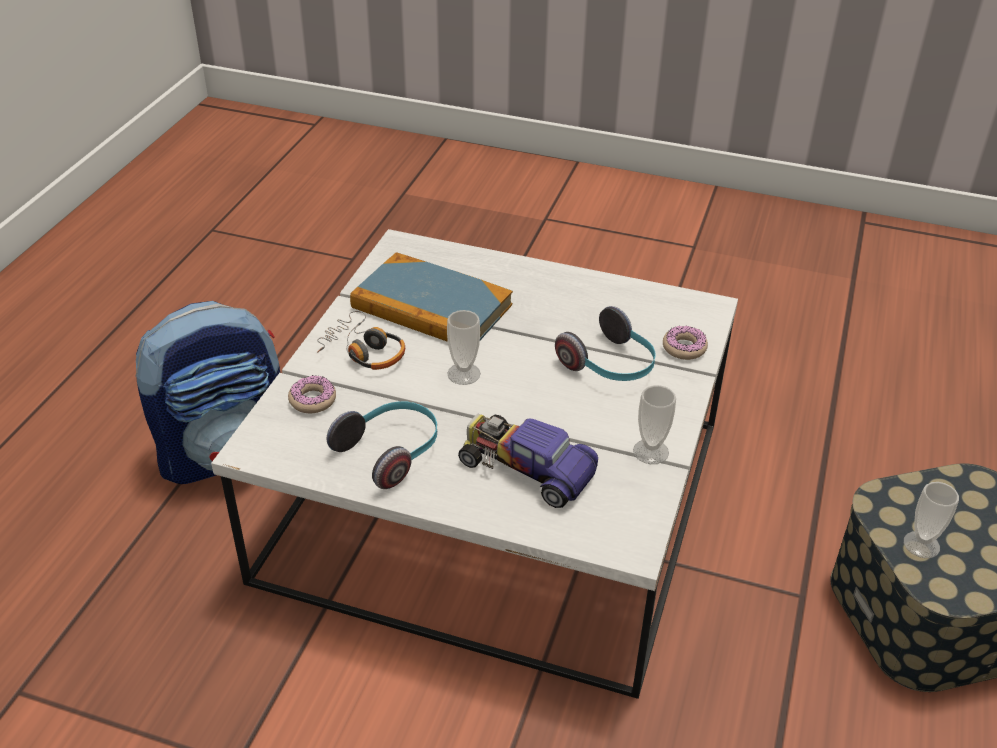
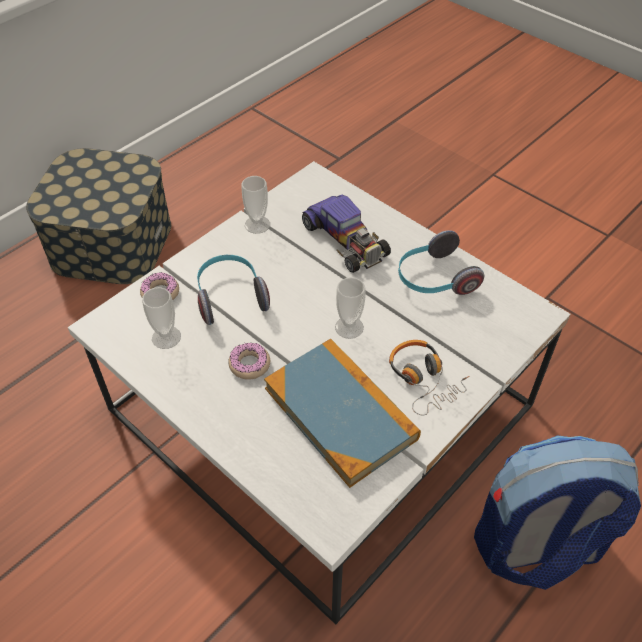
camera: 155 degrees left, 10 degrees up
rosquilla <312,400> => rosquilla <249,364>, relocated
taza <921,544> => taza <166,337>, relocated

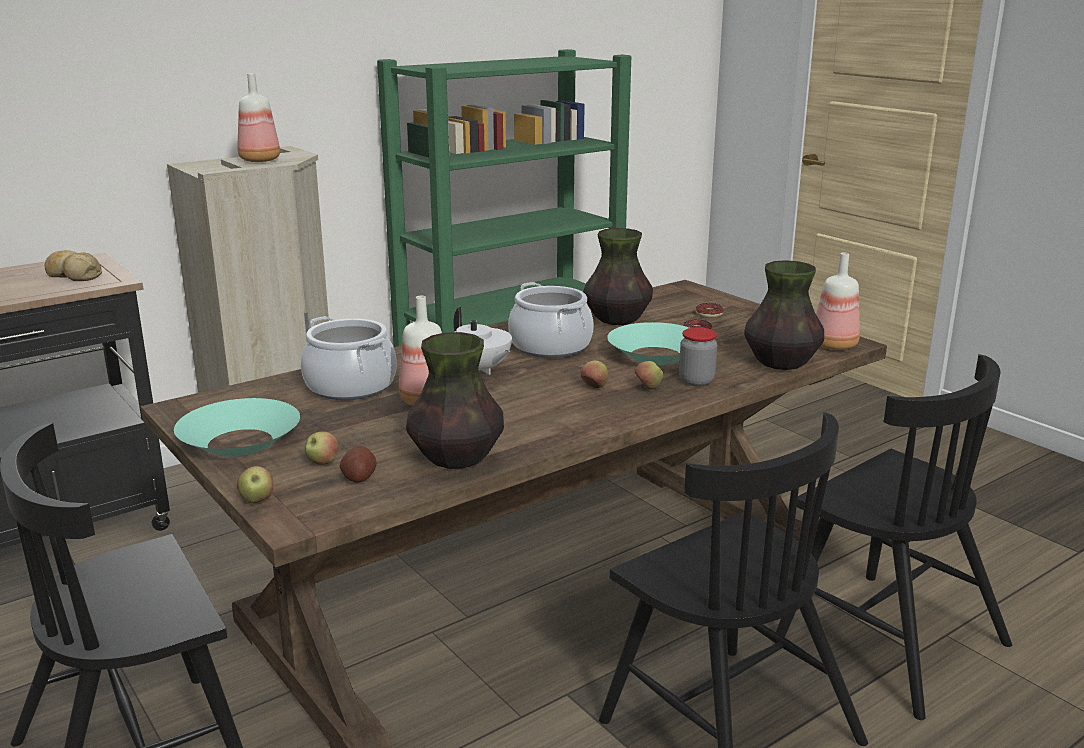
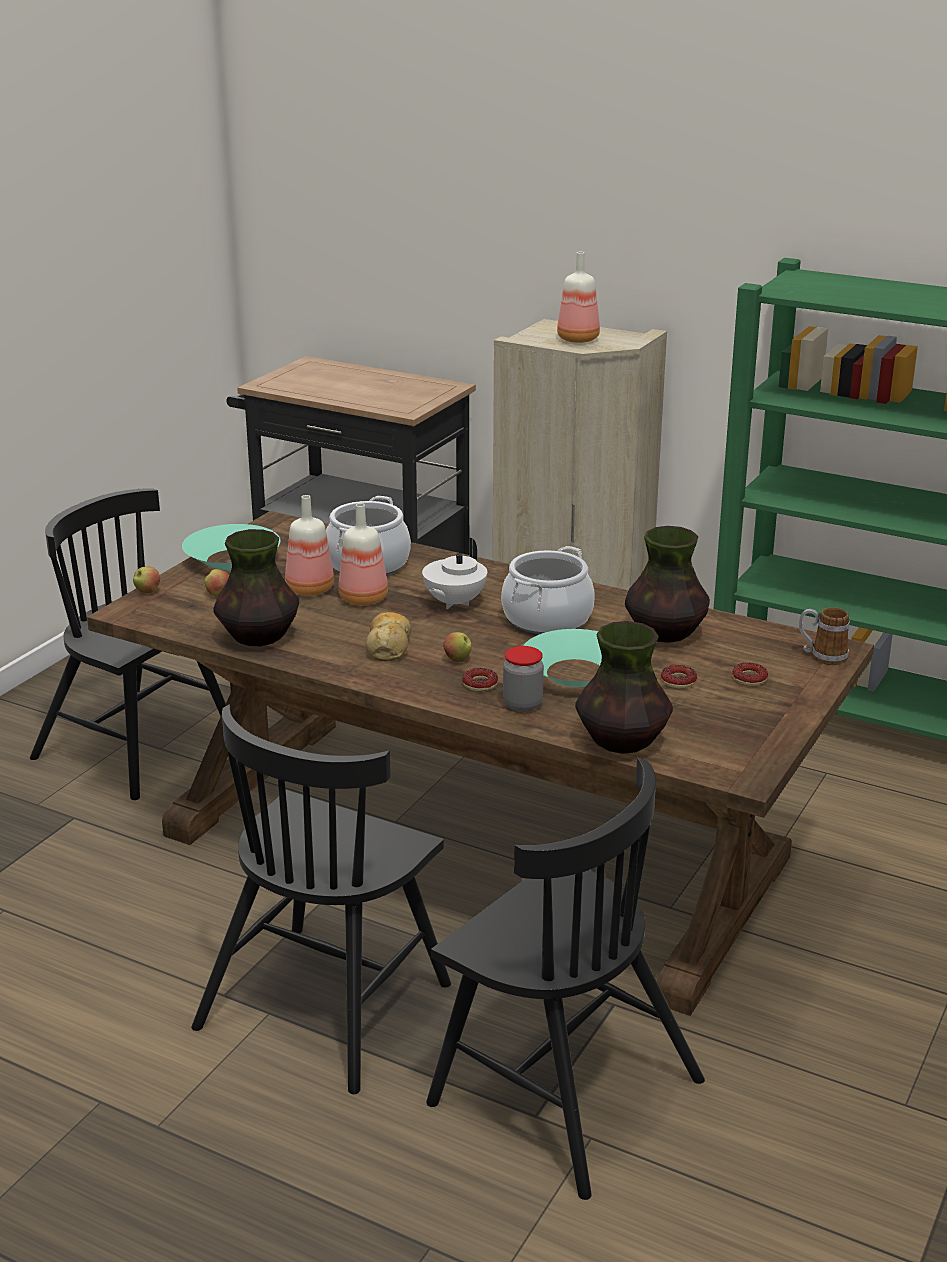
camera: 65 degrees right, 5 degrees up
pan <74,275> => pan <388,646>, relocated
botella <834,346> => botella <308,590>, relocated
silla [negro] <880,634> => silla [negro] <553,1084>, 75 degrees counterclockwise
manzana <648,388> => rosquilla <480,684>
patata <359,477> => nothing
nothing => taza grande <821,656>

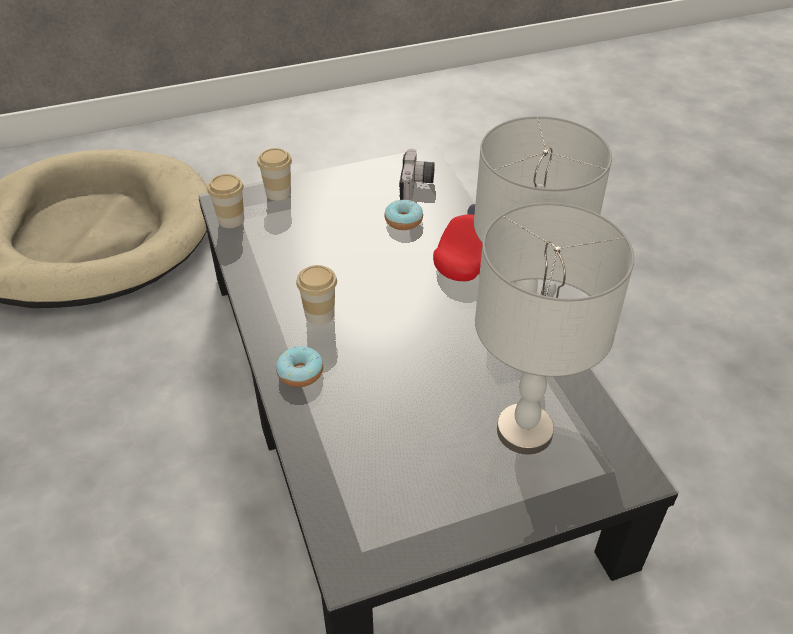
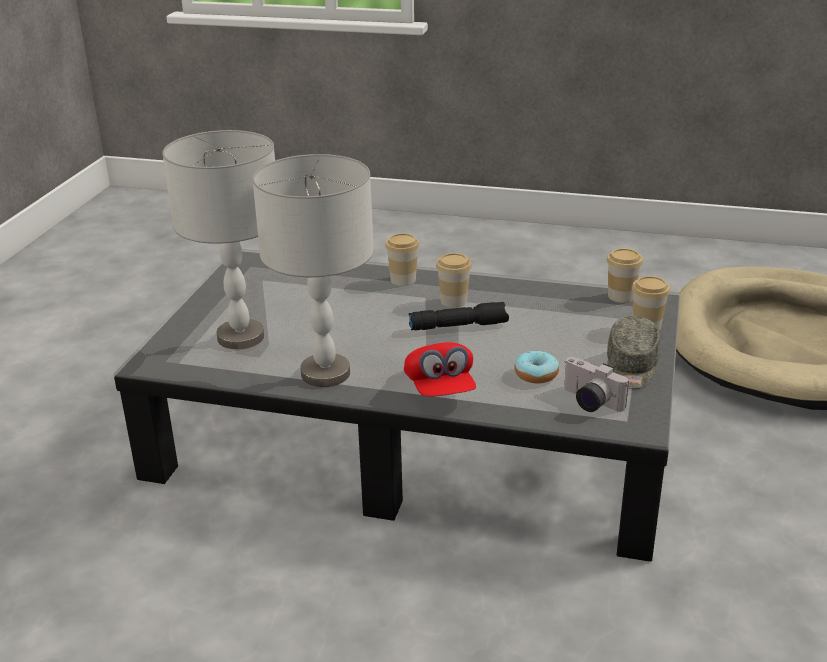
camera: 125 degrees right, 15 degrees down
rosquilla <300,373> => taza <403,280>
nothing => linterna [negro] <459,325>
nothing => gorra [gris] <631,367>

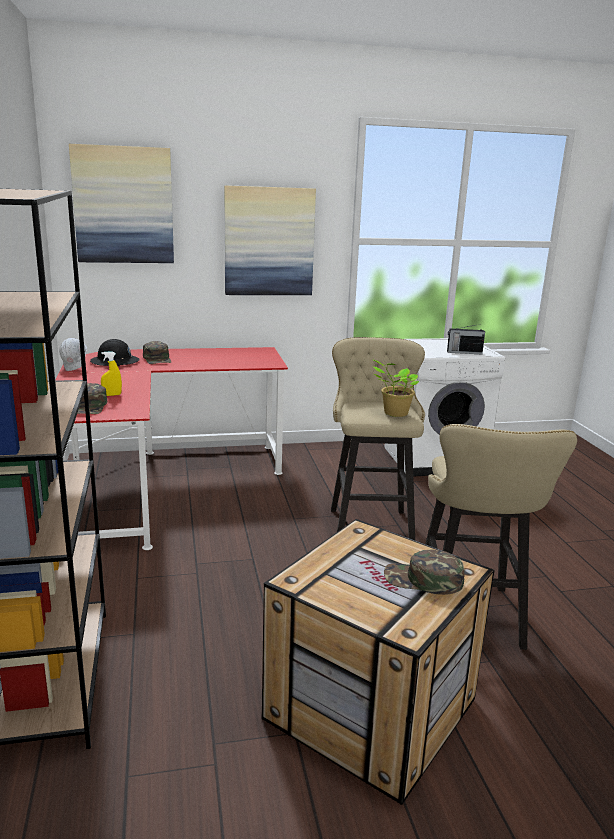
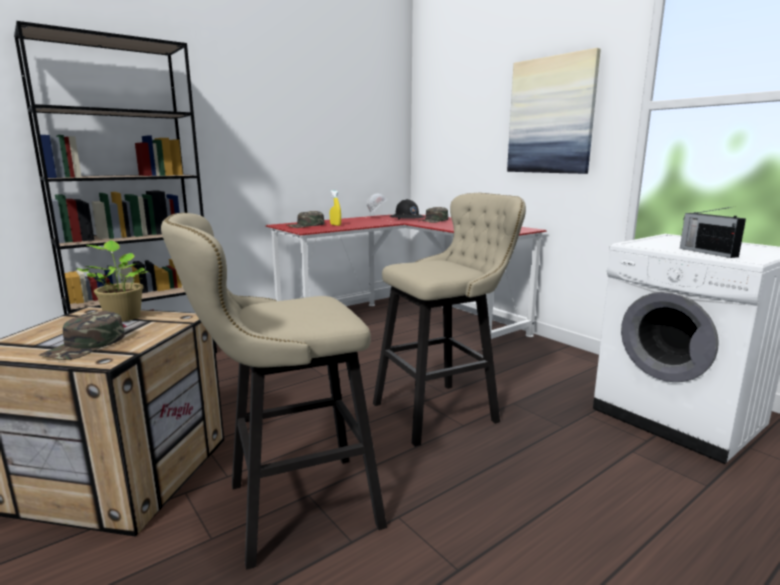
camera: 65 degrees right, 5 degrees down
cuadro <123,205> => nothing
planta en maceta <394,413> => planta en maceta <122,317>, relocated
gorra [verde] <423,580> => gorra [verde] <86,346>, 150 degrees counterclockwise

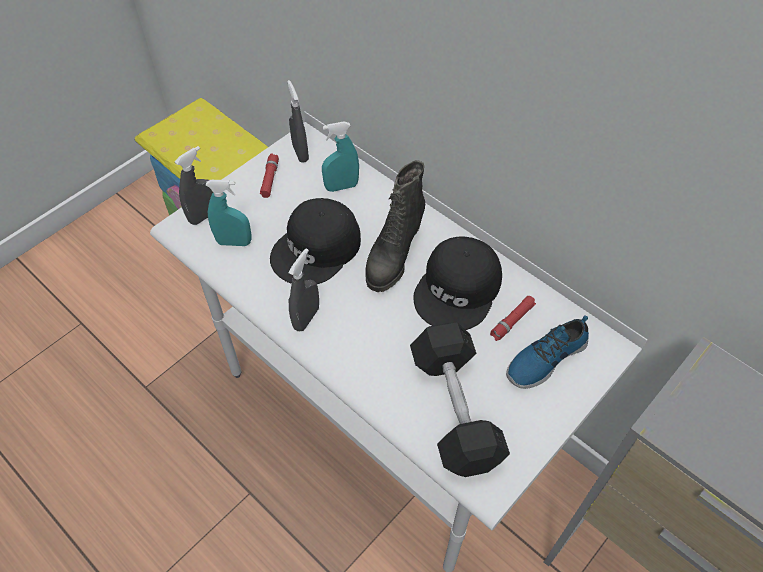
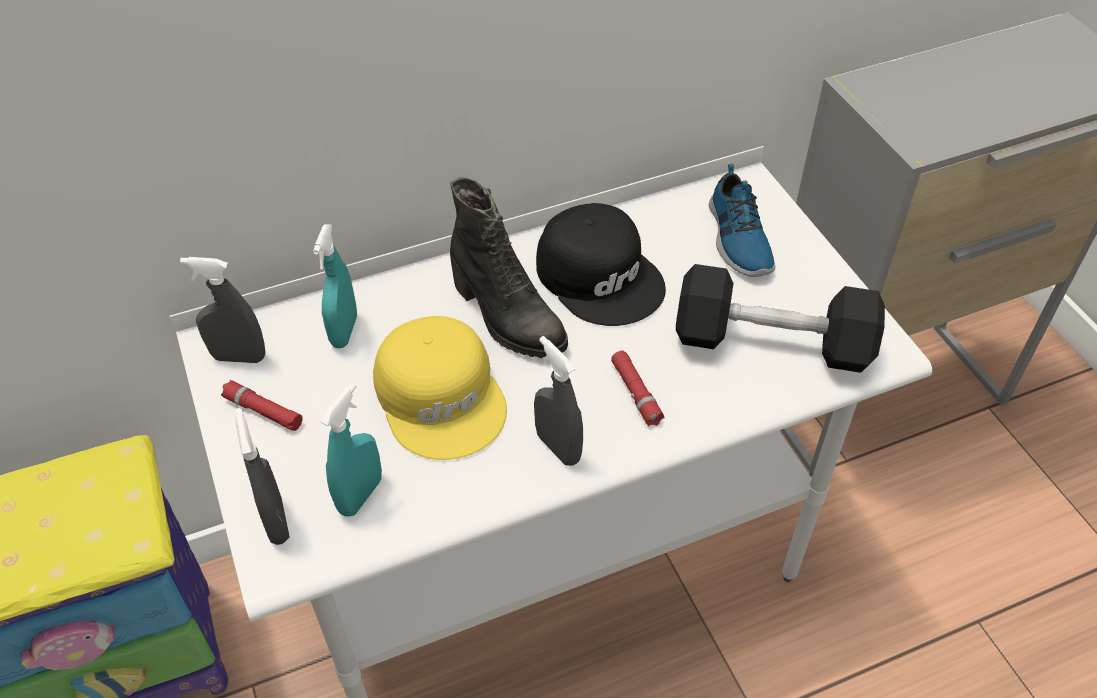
camera: 65 degrees left, 5 degrees down
gorra [negro] <317,249> => gorra [amarillo] <442,396>
linterna [rojo] <512,321> => linterna [rojo] <636,393>, relocated

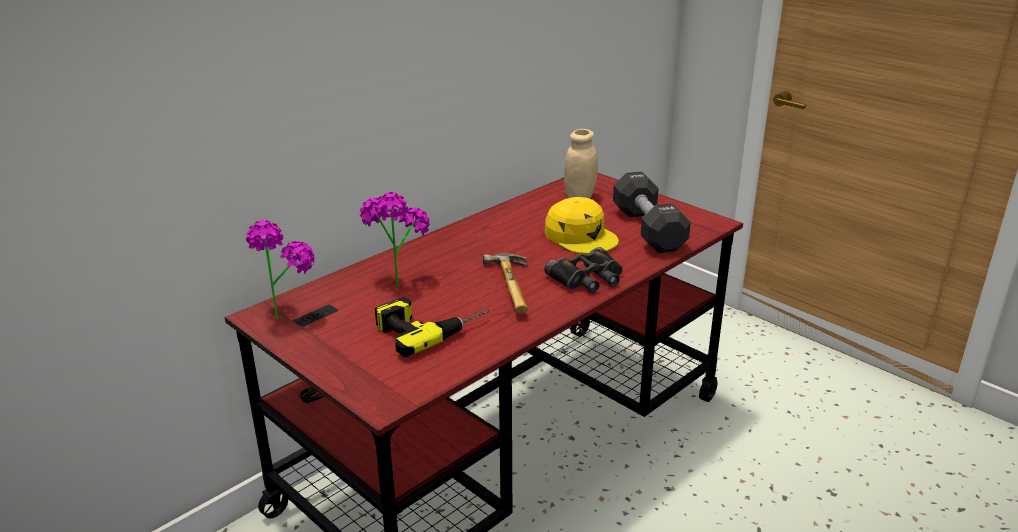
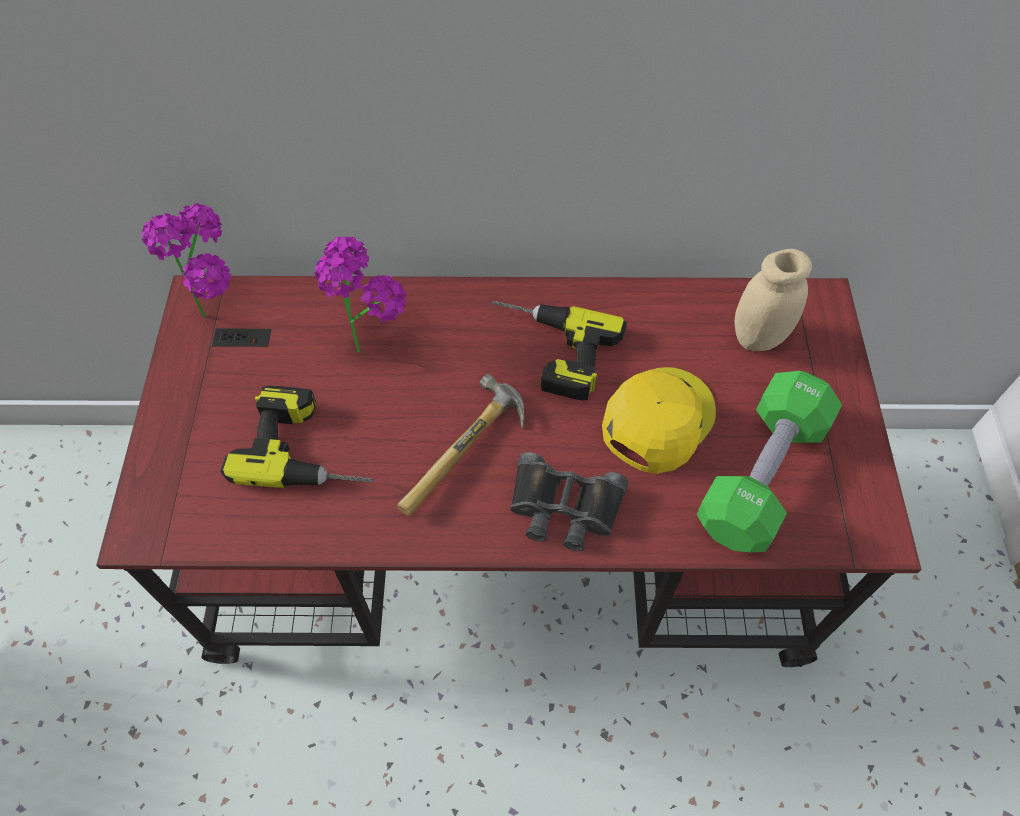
camera: 45 degrees right, 30 degrees up
mancuerna [negro] <648,229> => mancuerna [verde] <761,475>
gorra [amarillo] <581,236> => gorra [amarillo] <657,420>, 150 degrees counterclockwise
nothing => taladro <548,351>

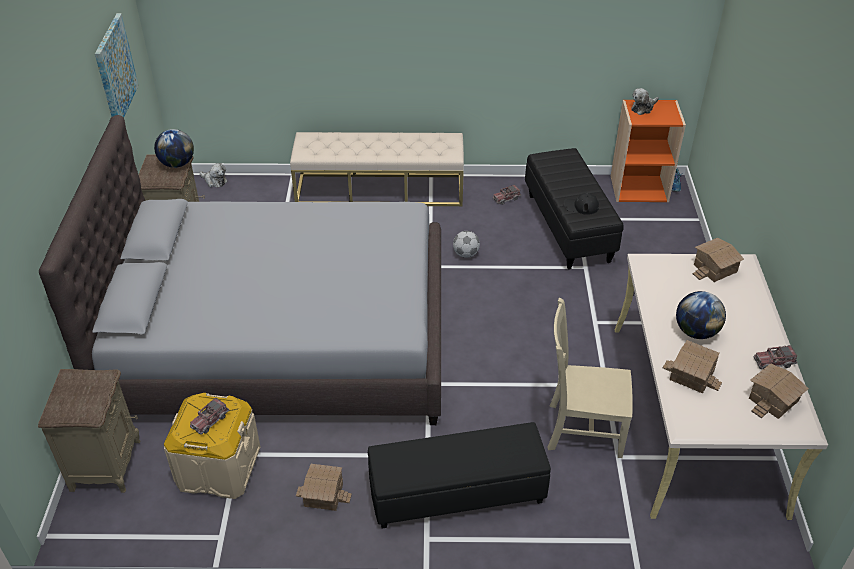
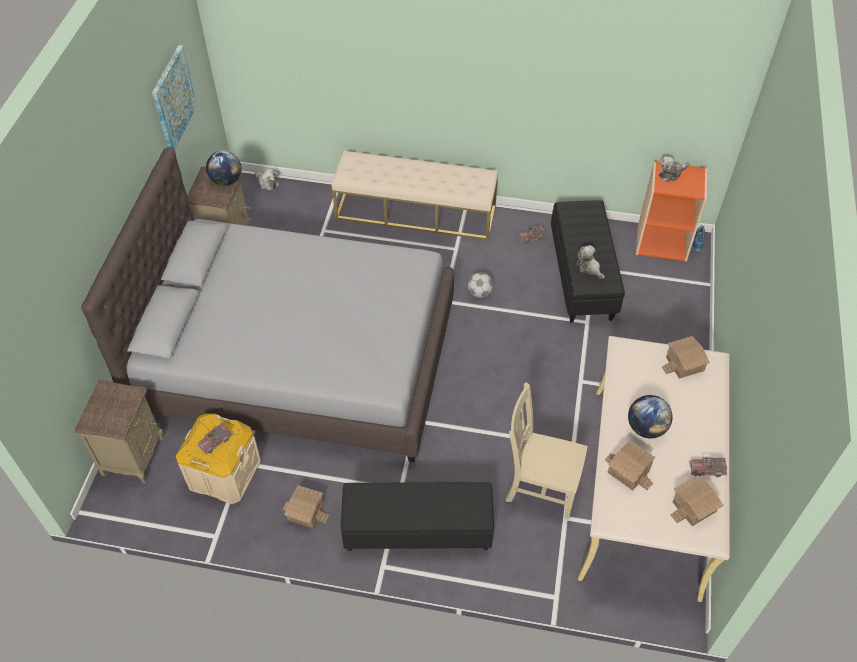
camera: 10 degrees right, 10 degrees up
gorra [negro] <581,206> => peluche <589,267>

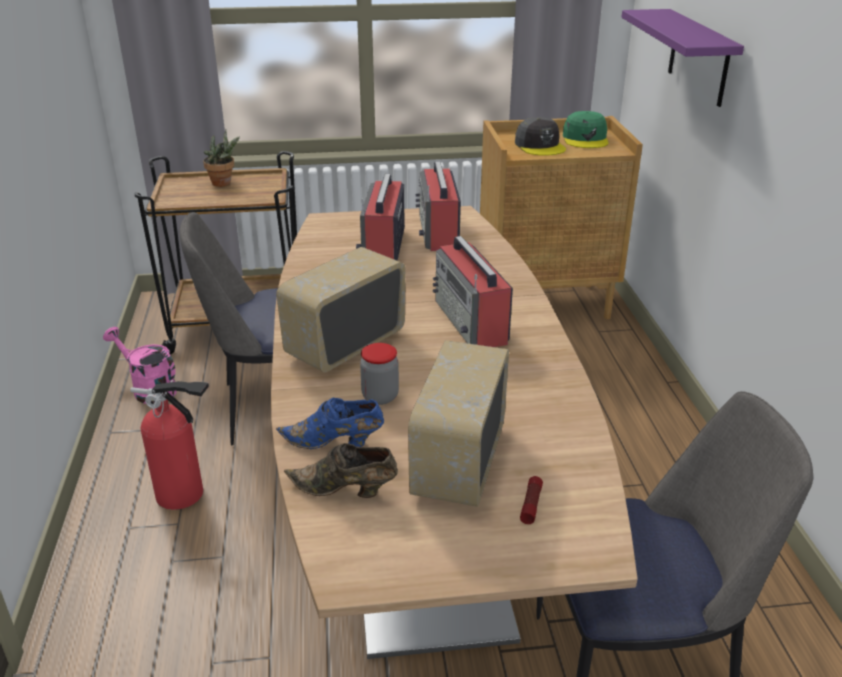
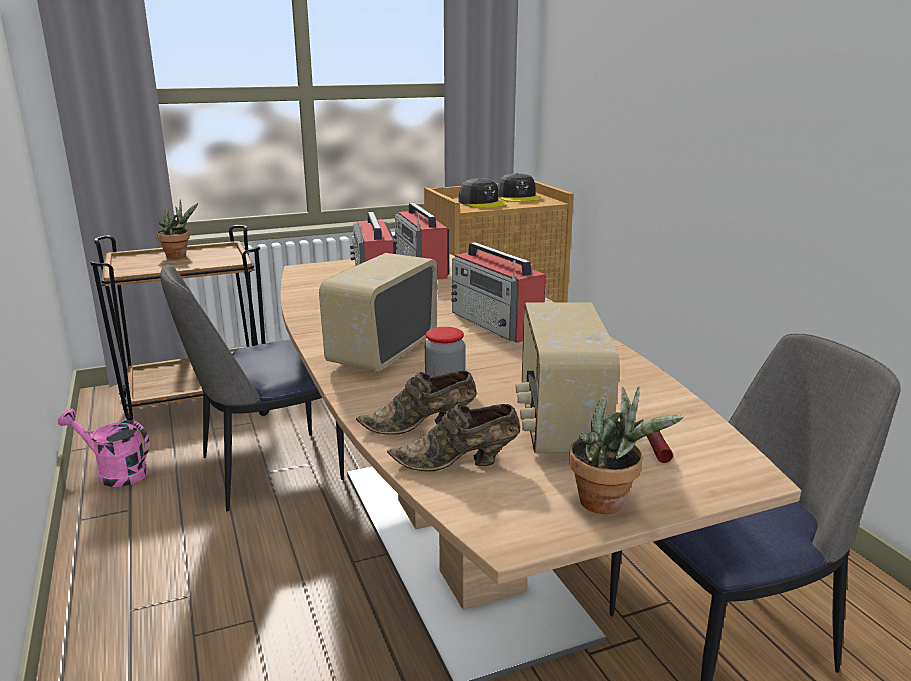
camera: 15 degrees left, 10 degrees down
estante [morado] <698,57> => nothing
gorra [verde] <585,139> => gorra [gris] <518,197>
extintor <184,494> => nothing
zapato [azul] <335,443> => zapato [marrón] <422,426>
nothing => planta en maceta <608,504>

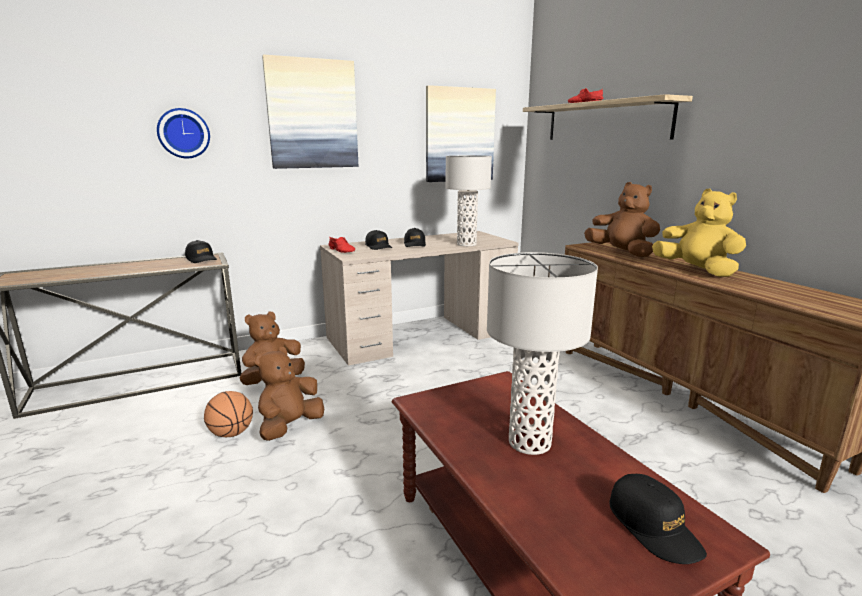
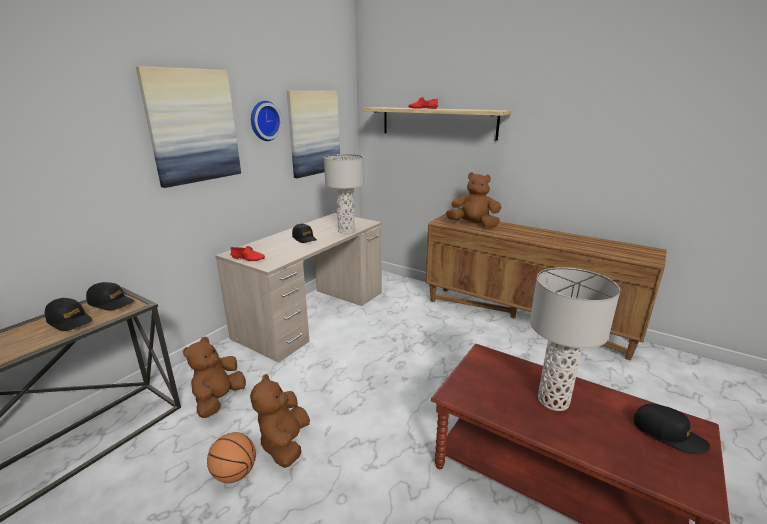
camera: 30 degrees left, 5 degrees up
reloj de pared <183,133> => reloj de pared <264,121>, relocated
peluche [amarillo] <697,271> => nothing
gorra [negro] <378,246> => gorra [negro] <70,320>, relocated

